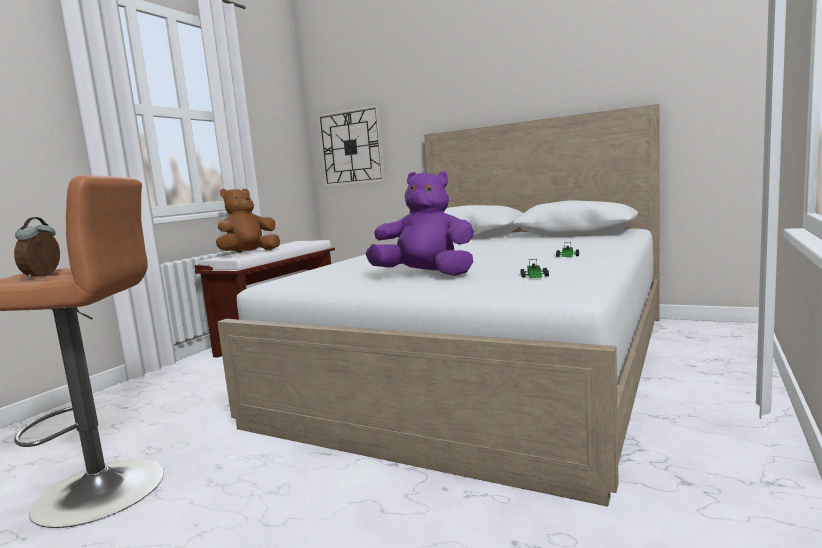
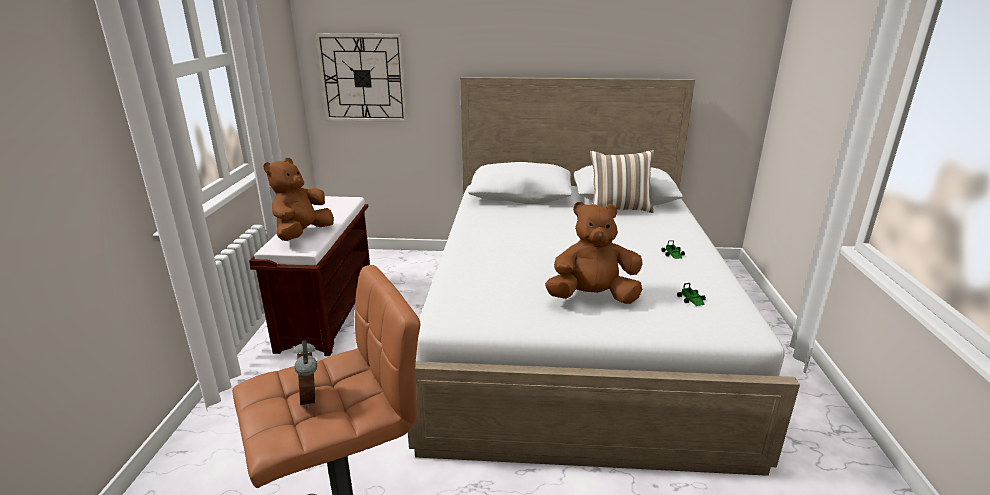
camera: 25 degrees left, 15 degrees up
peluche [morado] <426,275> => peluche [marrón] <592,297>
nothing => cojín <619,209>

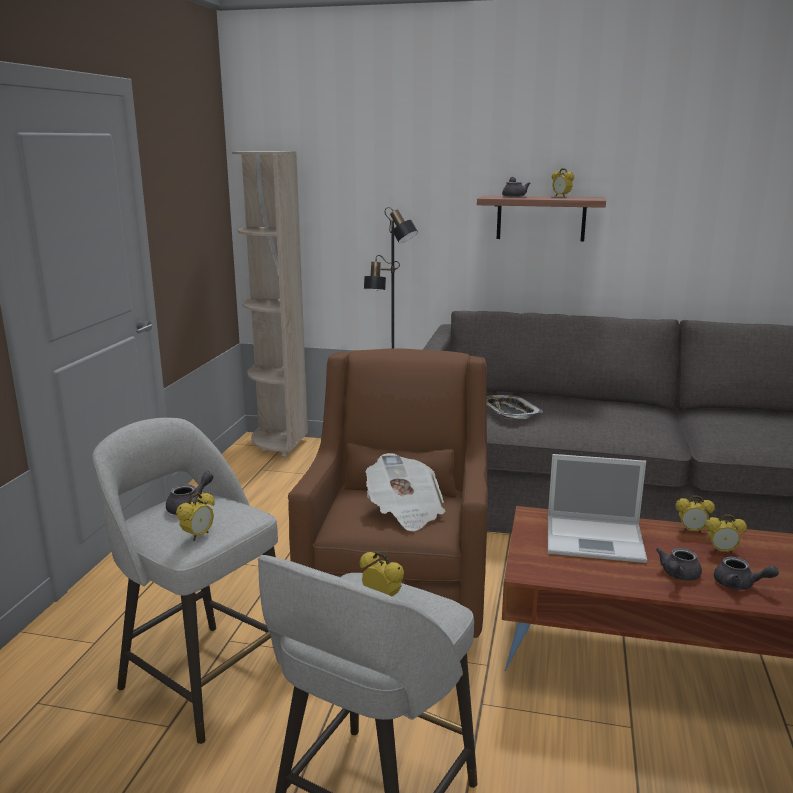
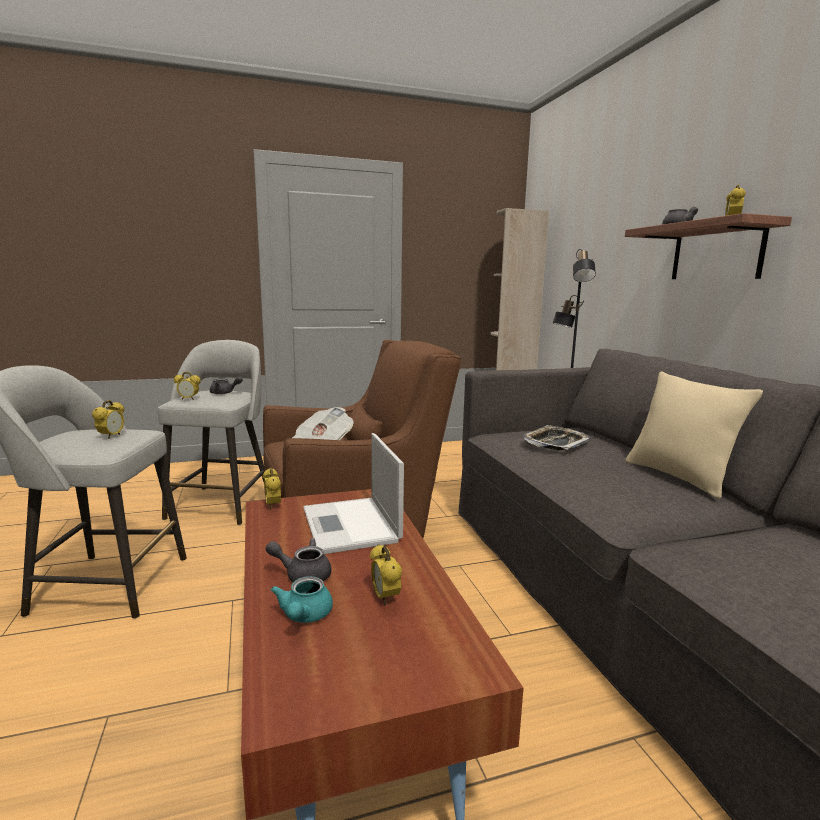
camera: 60 degrees right, 5 degrees down
despertador <691,531> => despertador <273,505>, relocated
tetera [gris] <739,585> => tetera [turquesa] <304,616>
nothing => cojín [beis] <678,477>

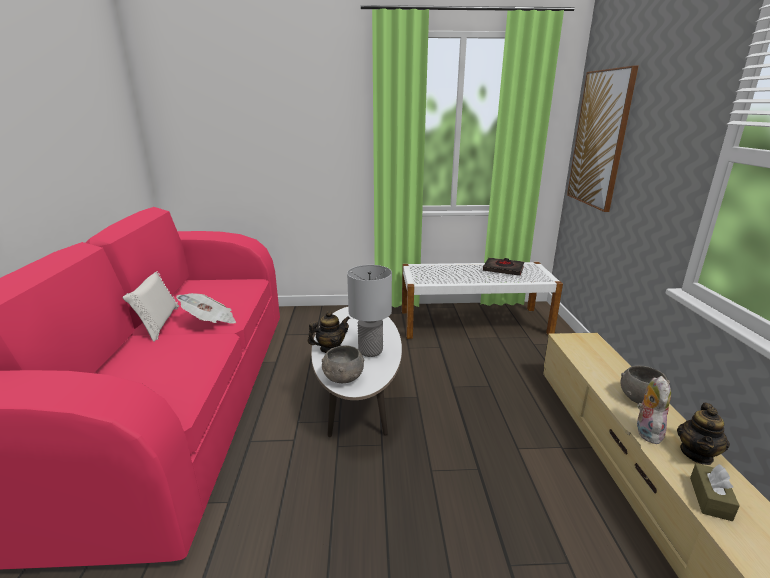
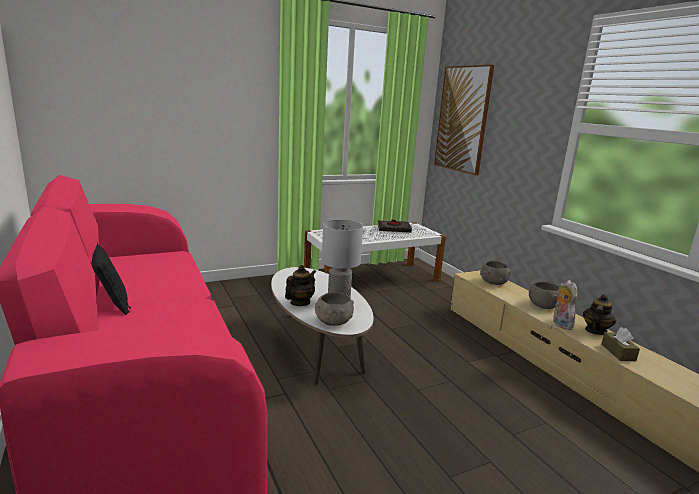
camera: 25 degrees left, 5 degrees down
cojín [blanco] <158,323> => cojín [negro] <111,299>
periódico <210,321> => nothing
tetera <697,454> => tetera <595,331>, 150 degrees counterclockwise
nothing => cuenco [gris] <493,282>

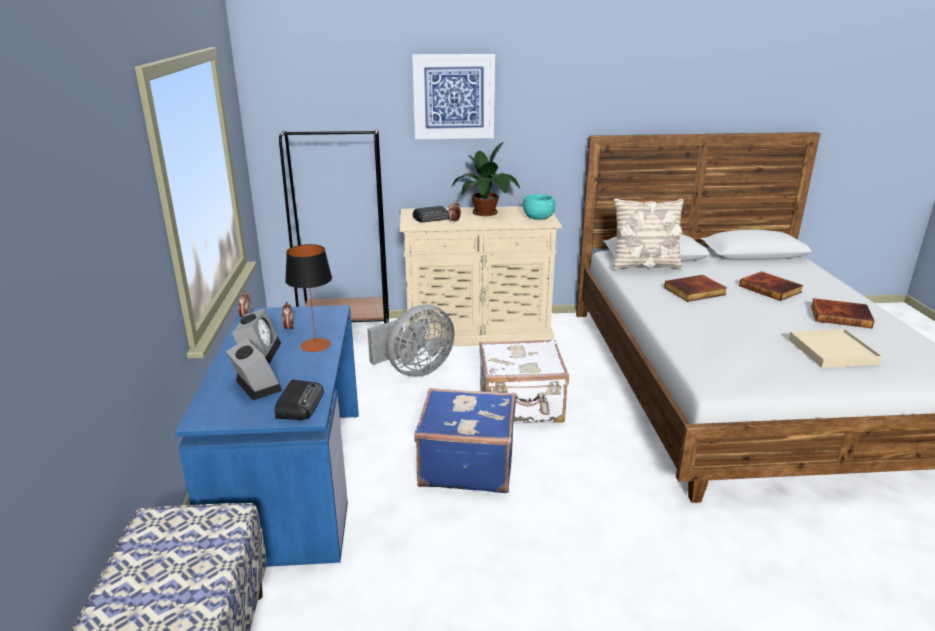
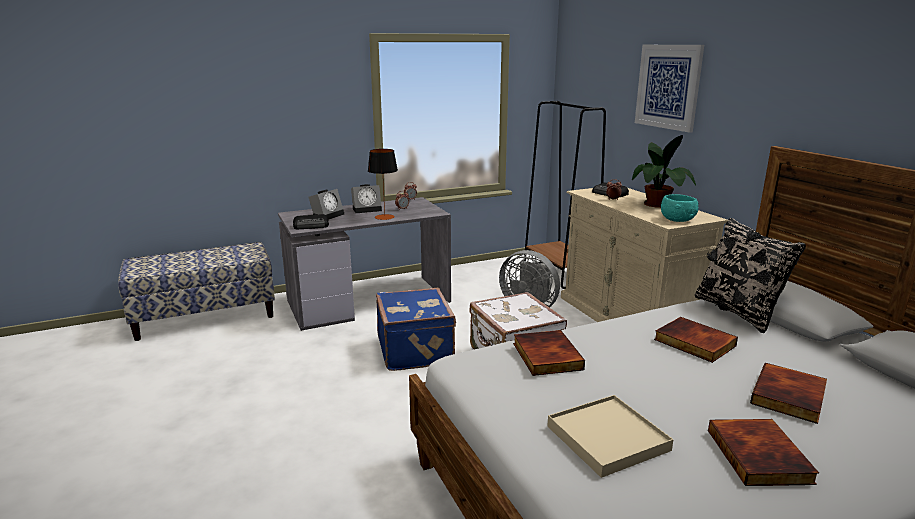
camera: 70 degrees right, 5 degrees down
cojín [beis] <645,266> => cojín [negro] <736,312>
escritorio [azul] <292,479> => escritorio [gris] <369,300>
nothing => libro <545,356>

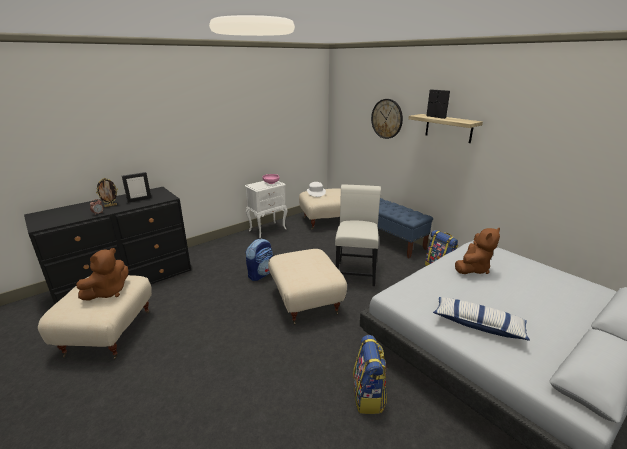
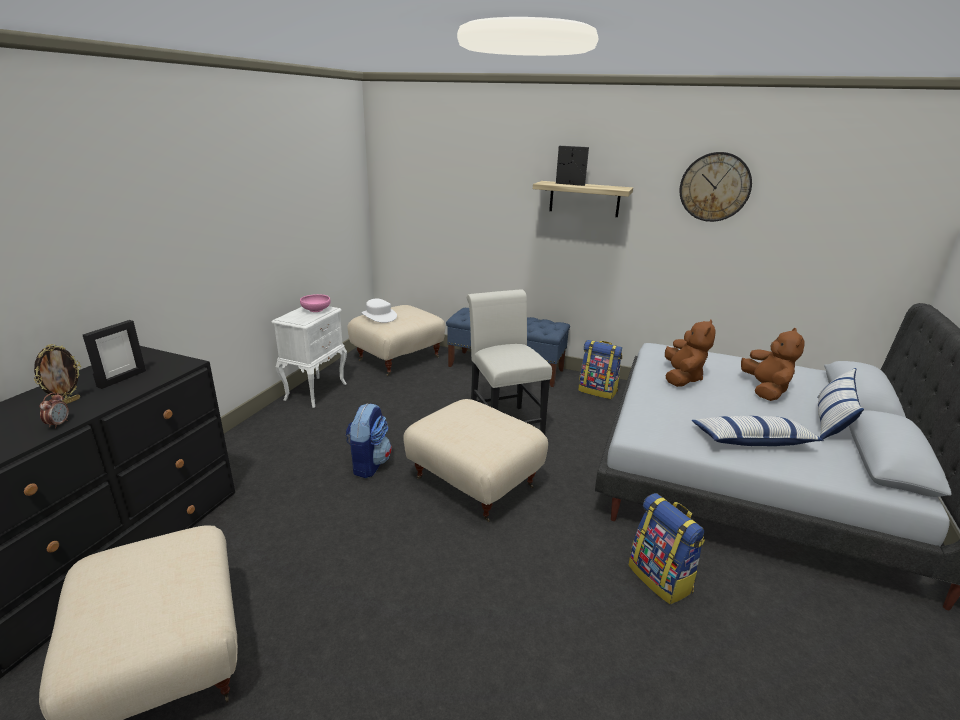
camera: 30 degrees left, 0 degrees up
reloj de pared <387,118> => reloj de pared <714,187>, relocated
peluche [marrón] <108,292> => peluche [marrón] <765,390>, relocated
nothing => cojín <831,420>

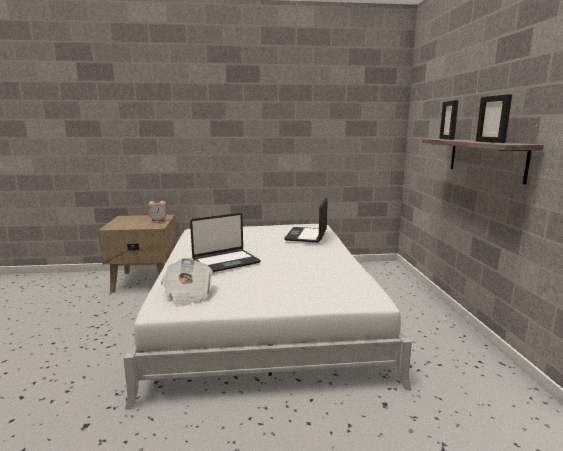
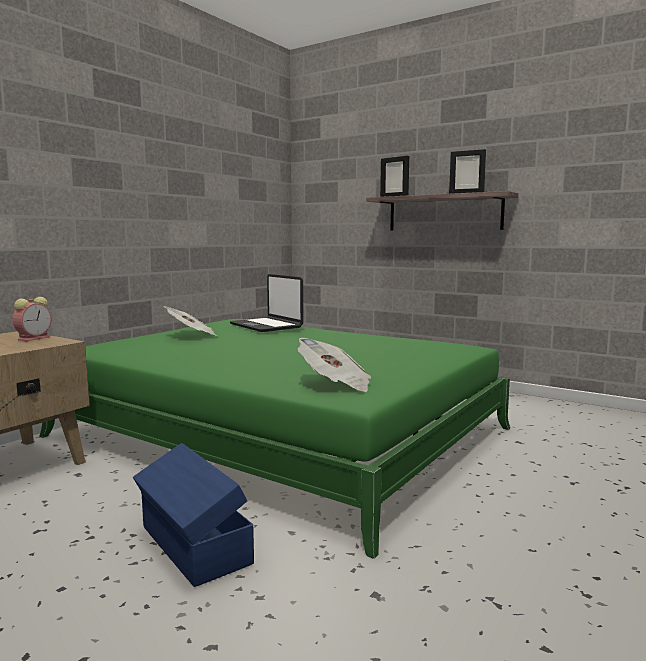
camera: 50 degrees left, 5 degrees down
portátil <226,261> => nothing
cama [blanco] <263,312> => cama [verde] <280,432>
nothing => periódico <192,335>
nothing => caja de almacenaje [azul] <193,546>

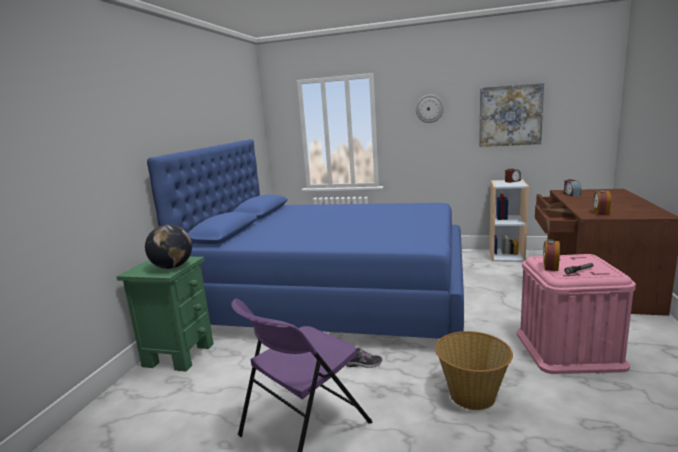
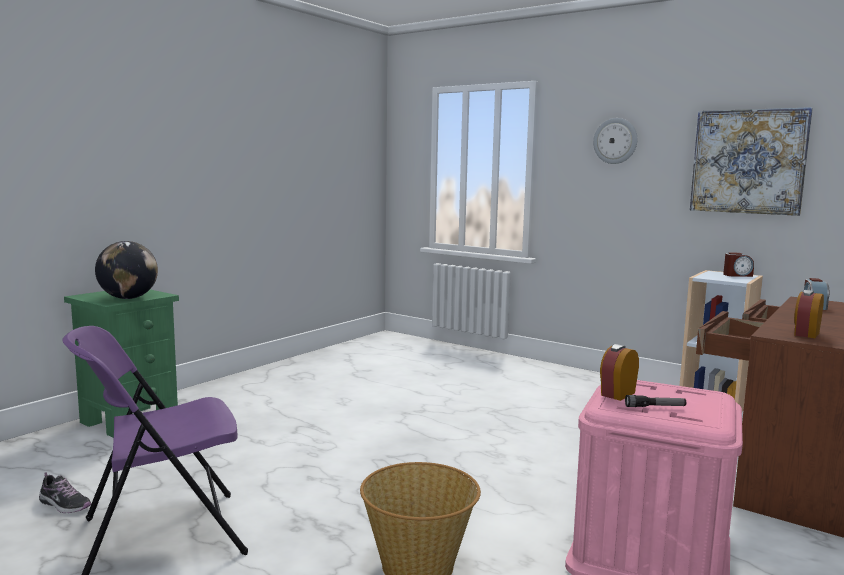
camera: 20 degrees right, 5 degrees down
cama [azul] <335,297> => nothing
zapato <363,364> => zapato <64,505>, relocated

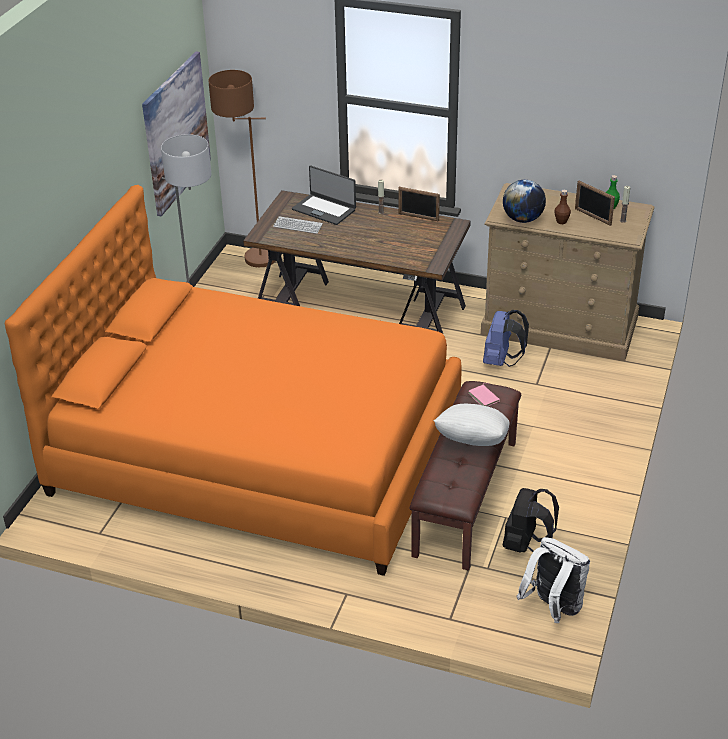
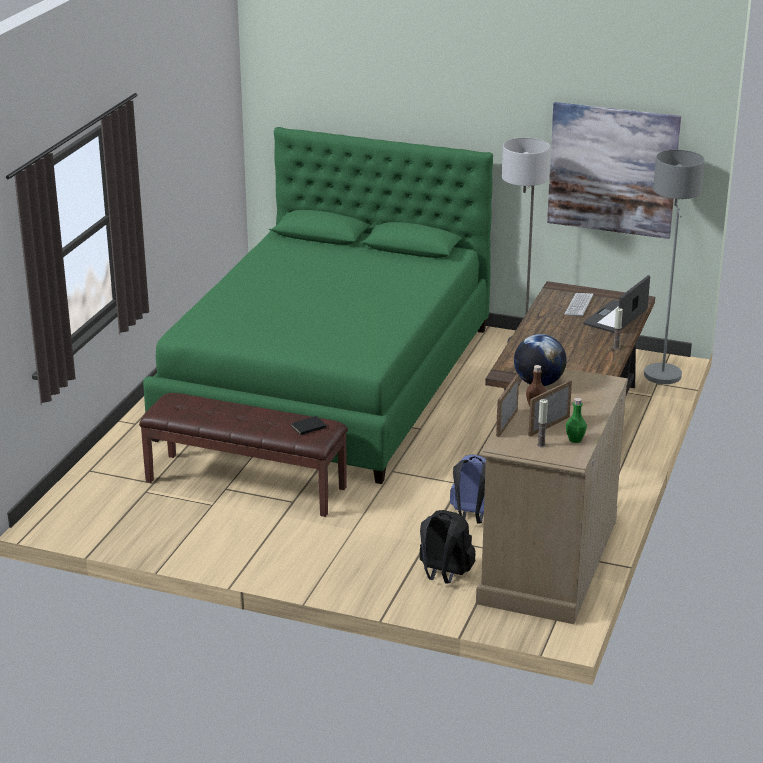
camera: 90 degrees right, 10 degrees down
lámpara de pie [marrón] <250,258> => lámpara de pie [gris] <661,370>
cama [naranja] <257,451> => cama [verde] <329,381>
portarretratos <418,217> => portarretratos <506,423>, relocated
libro [rosa] <484,397> => libro [negro] <309,428>
cojín [blanco] <471,444> => nothing
mochila [negro] <526,544> => mochila [negro] <444,575>, relocated
mochila [blanco] <553,608> => nothing

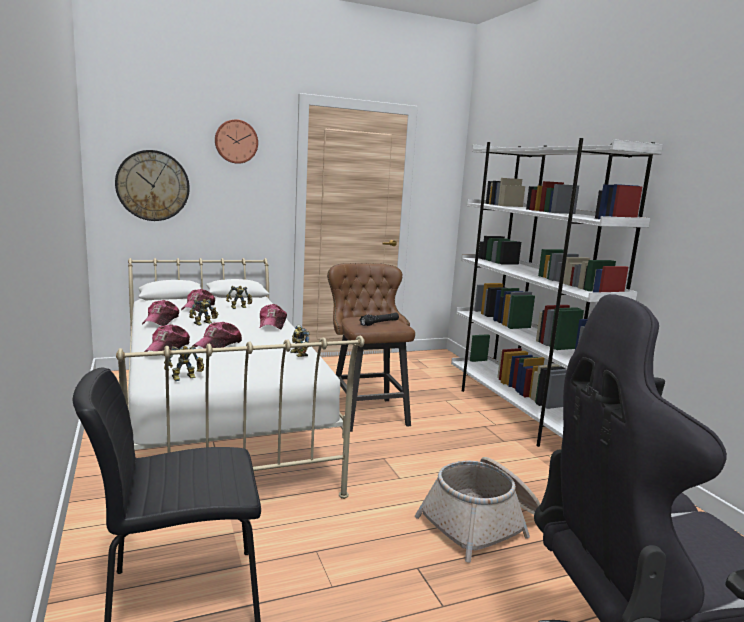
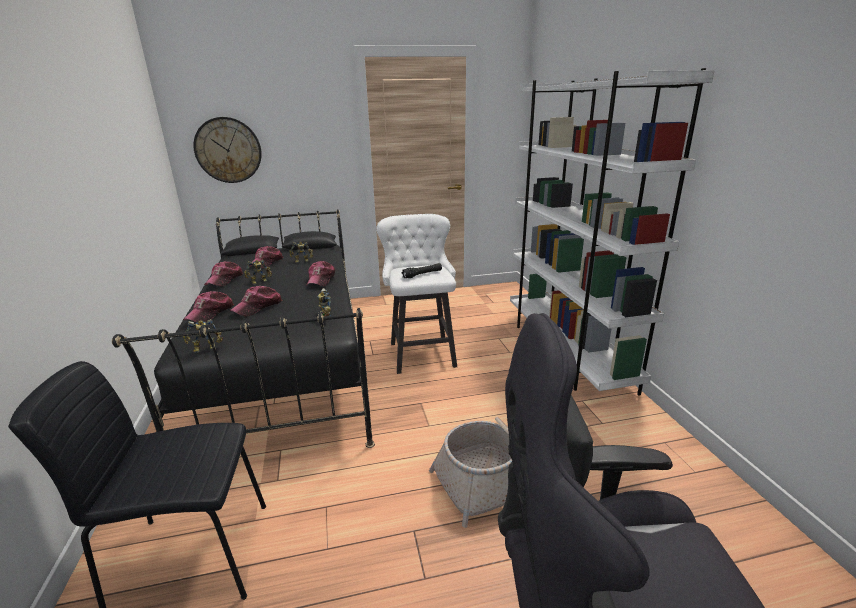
camera: 10 degrees right, 10 degrees up
reloj de pared <236,141> => nothing
cama [blanco] <217,425> => cama [negro] <286,367>
taburete [marrón] <366,410> => taburete [blanco] <421,349>

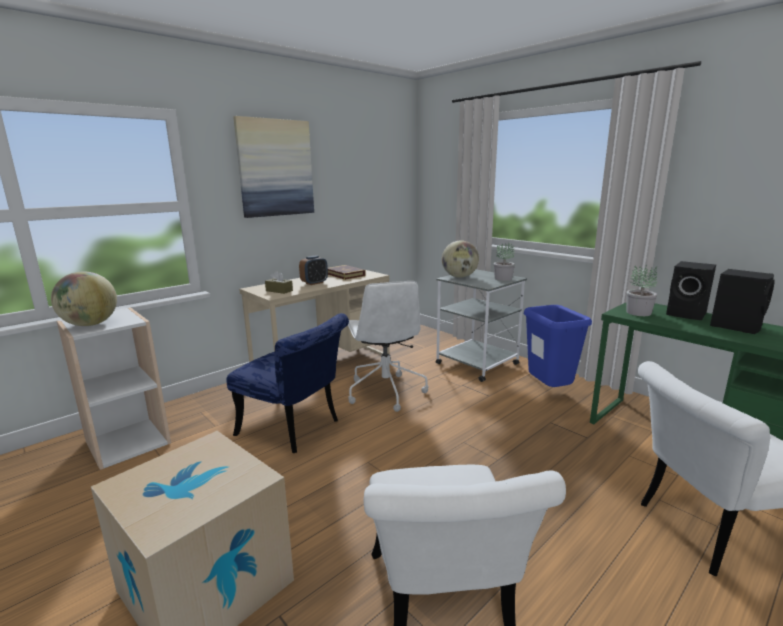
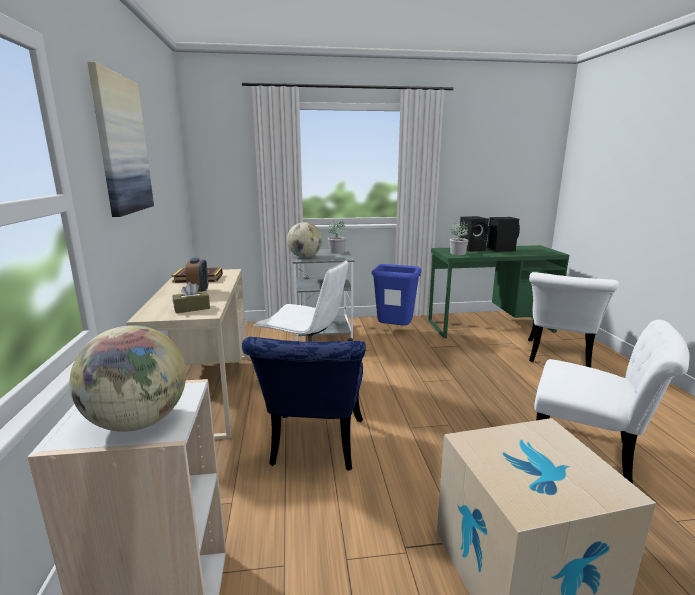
camera: 55 degrees left, 0 degrees up
silla [azul] <295,429> => silla [azul] <314,447>, 120 degrees clockwise

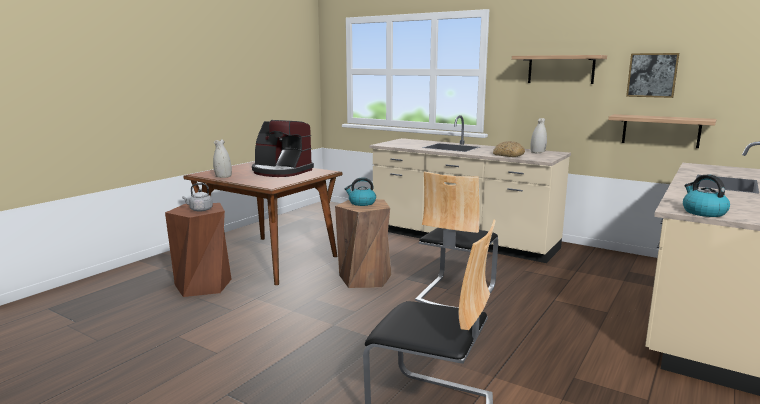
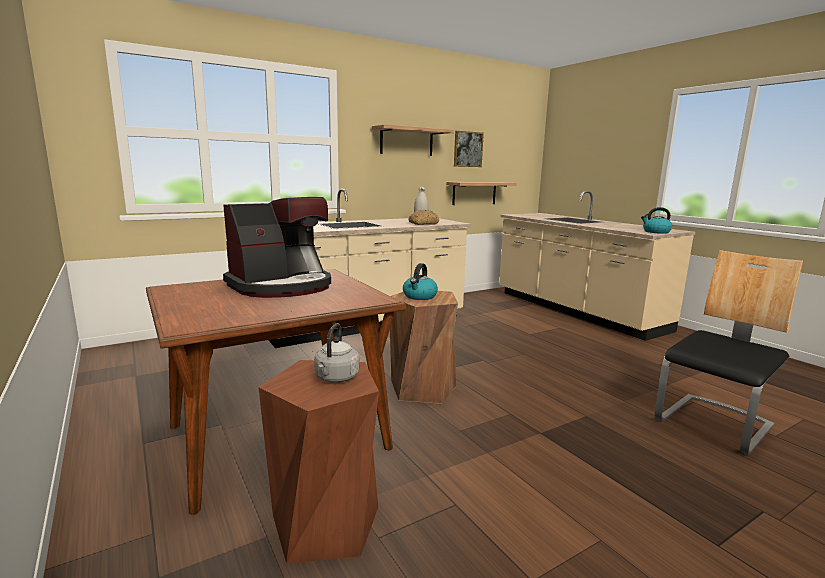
camera: 65 degrees left, 0 degrees up
florero [blanco] <223,176> => nothing
silla <455,293> => nothing

